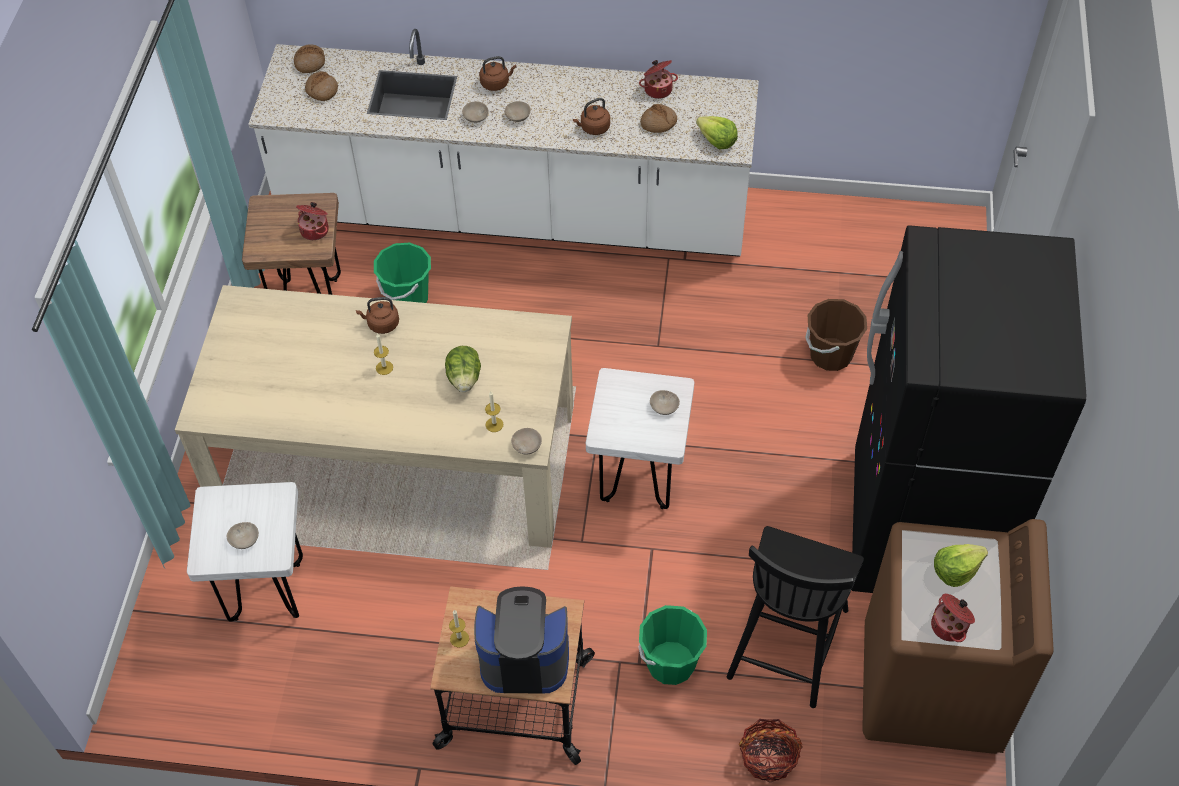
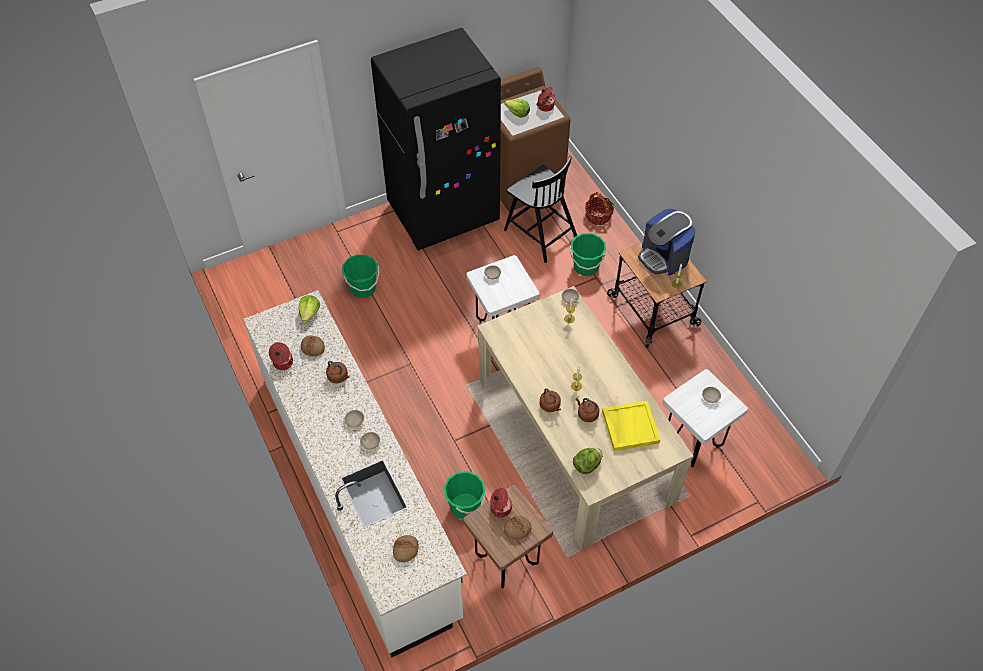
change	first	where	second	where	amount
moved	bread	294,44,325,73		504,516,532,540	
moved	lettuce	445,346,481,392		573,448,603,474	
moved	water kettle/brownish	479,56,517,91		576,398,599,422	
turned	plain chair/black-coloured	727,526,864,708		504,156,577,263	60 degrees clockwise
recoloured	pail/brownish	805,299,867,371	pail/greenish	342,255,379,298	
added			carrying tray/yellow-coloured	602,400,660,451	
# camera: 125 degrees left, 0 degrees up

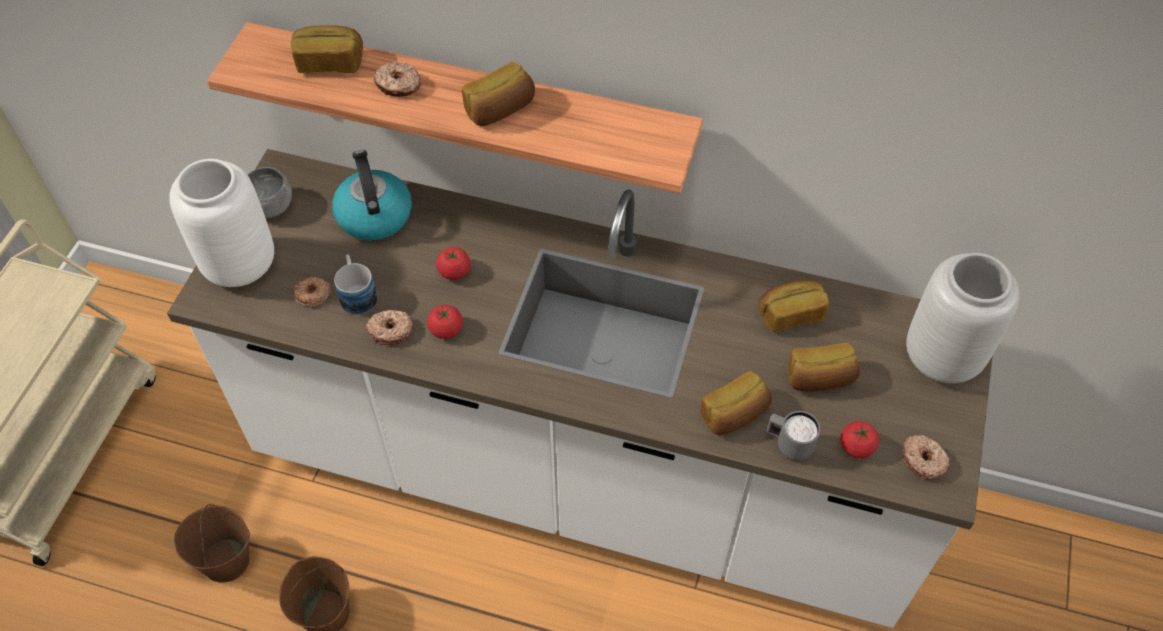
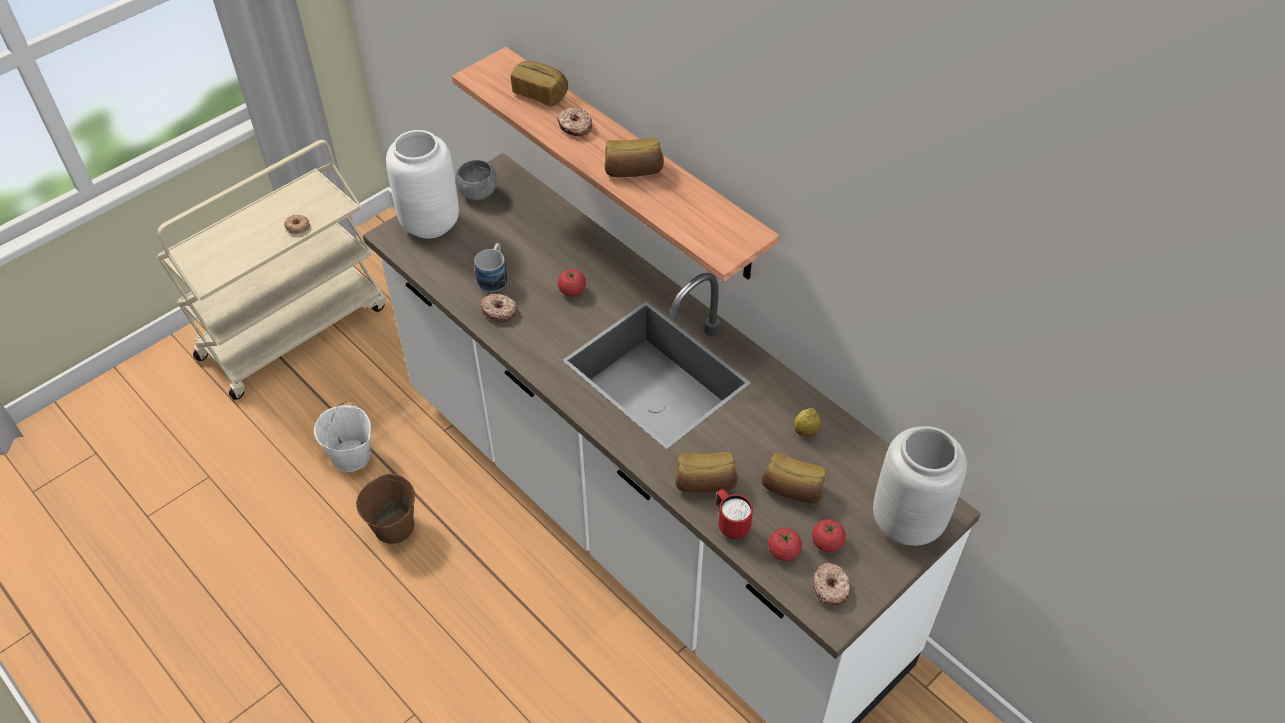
change	first	where	second	where	amount
recoloured	pail/brownish	174,504,250,583	pail/whitish	314,402,371,472	
moved	ring doughnut	293,277,331,307		284,215,310,234	
removed	water kettle	332,150,412,241			
moved	whole tomato	427,305,463,339		812,519,846,552	
replaced	bread	759,280,829,332	citrus fruit	794,408,820,437	
recoloured	tea mug/greyish	767,411,821,460	tea mug/red	716,489,753,539	
# camera: 30 degrees right, 5 degrees down

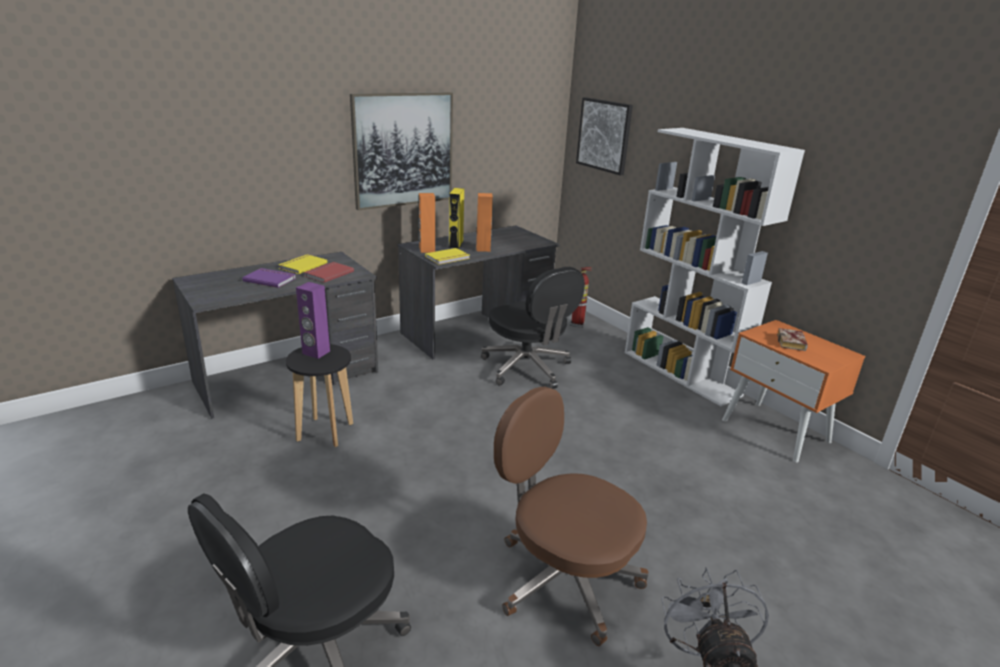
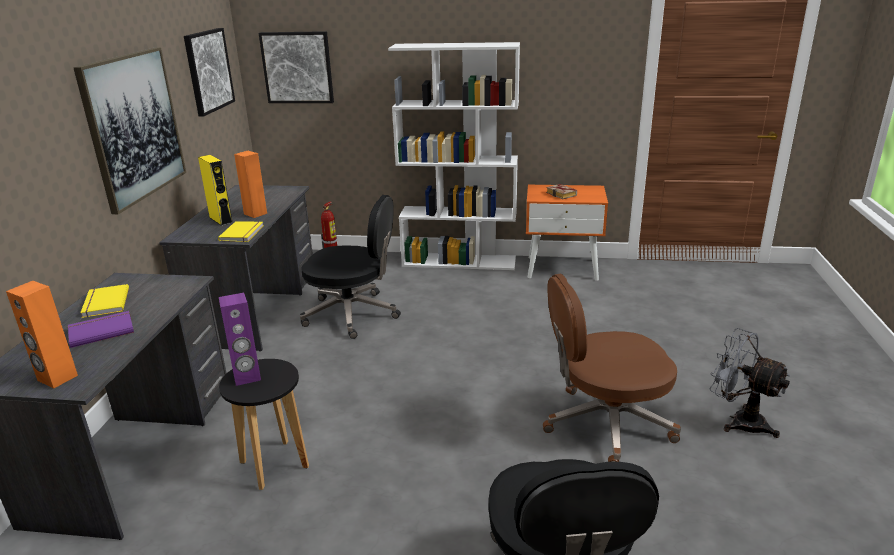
change	first	where	second	where	amount
removed	volume/red	304,262,354,283			
moved	audio speaker/orange-coloured	419,193,435,253		6,281,78,388	
added			wall art	184,28,235,117	
# camera: 45 degrees left, 0 degrees up

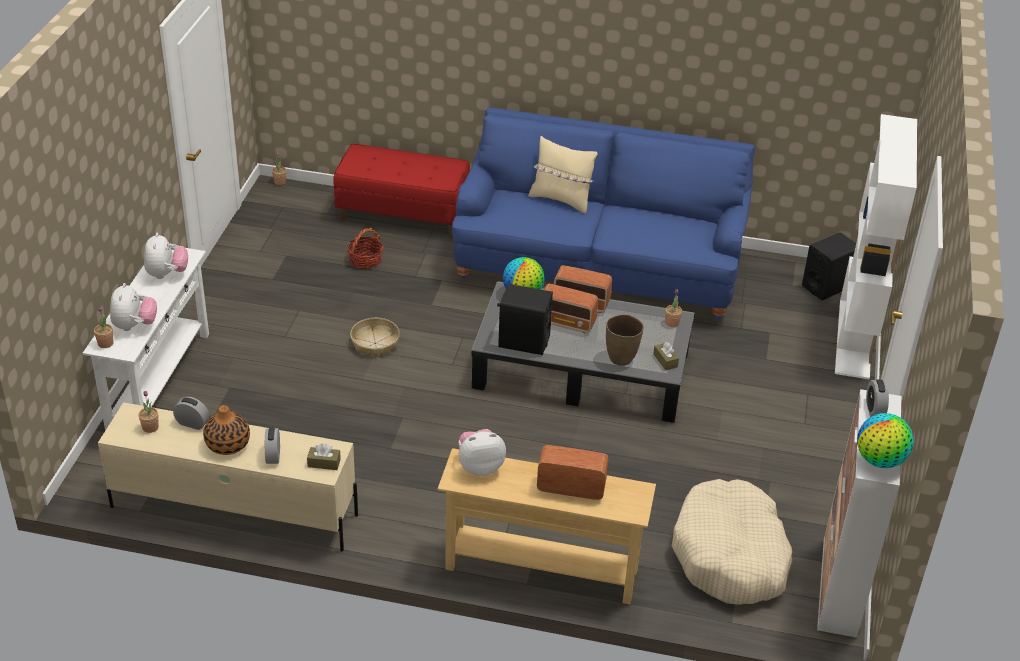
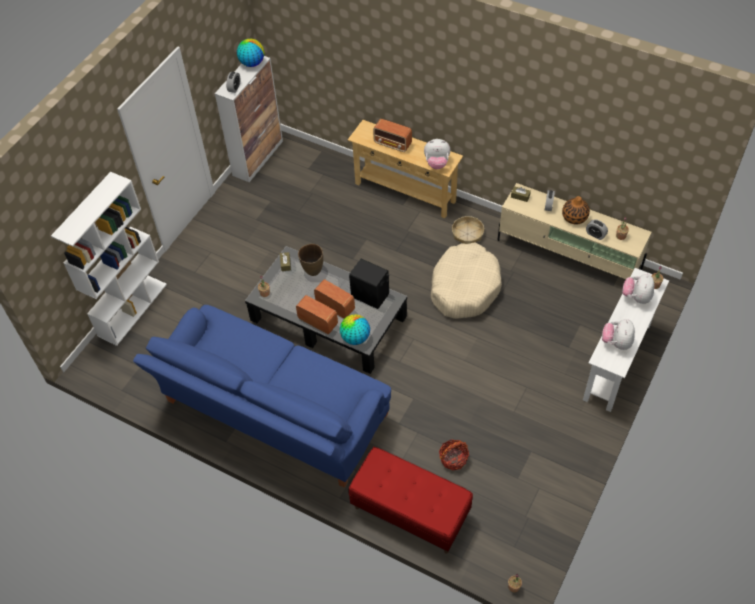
change	first	where	second	where	amount
moved	storage basket	350,318,400,358		452,216,484,244	
removed	throw pillow/beige-coloured	528,136,598,214			
moved	pet bed/beige-coloured	672,479,792,605		431,242,502,319	
removed	audio speaker/black-coloured	802,232,856,300			
# camera: 160 degrees left, 15 degrees up

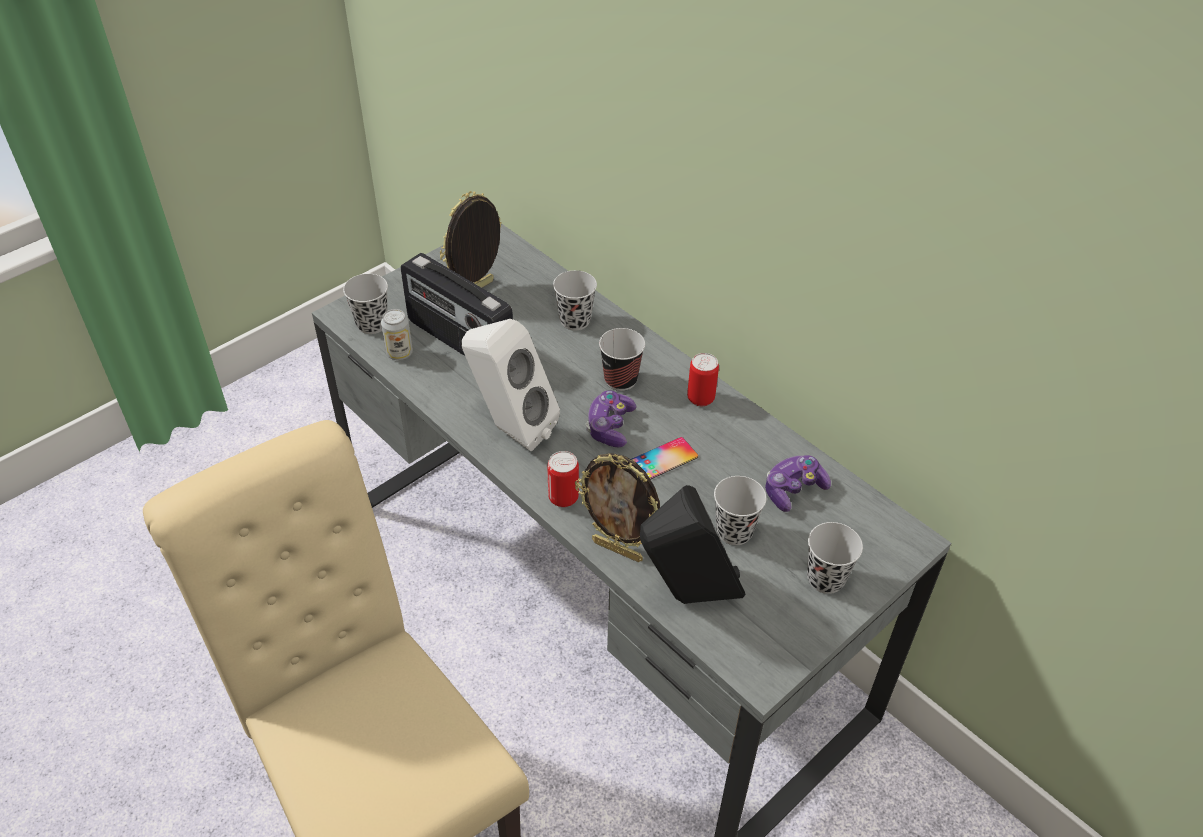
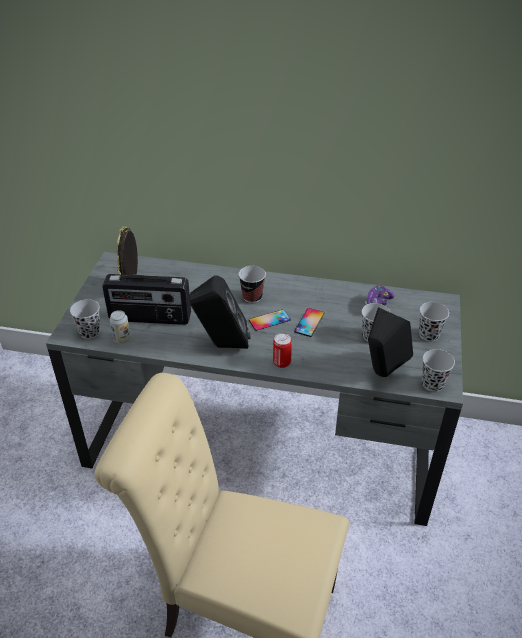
change	first	where	second	where	amount
recoloured	audio speaker/whitish	462,319,560,451	audio speaker/black-coloured	189,275,251,349	
moved	small cup/black-coloured	553,270,597,331		422,349,455,392	
removed	standing frame	575,453,660,562			
replaced	joypad	586,390,637,448	phone	249,309,291,331	
removed	sealed can	687,353,719,406			
# camera: 35 degrees left, 5 degrees down

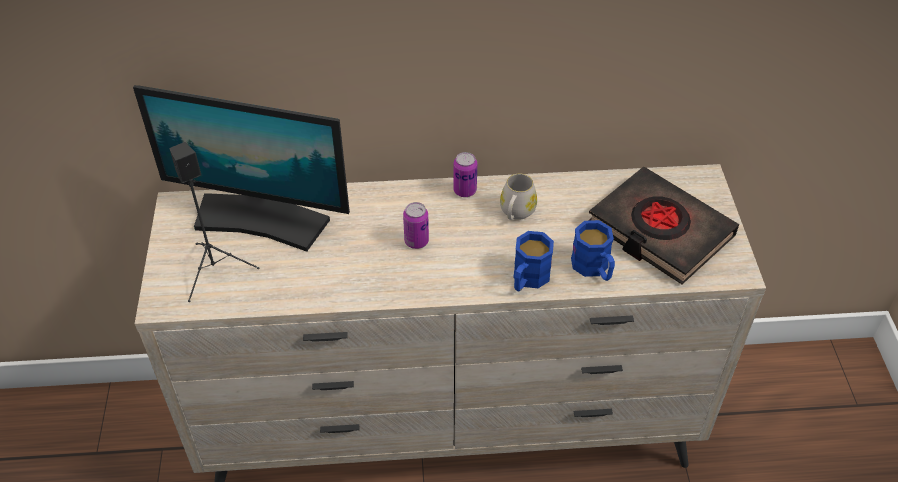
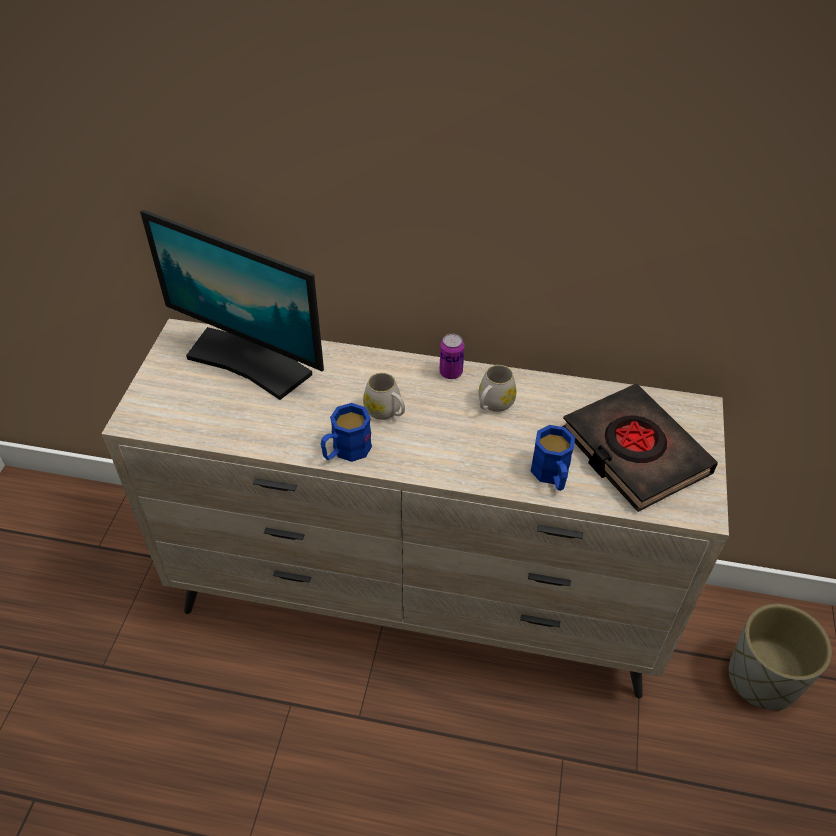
change	first	where	second	where	amount
removed	audio speaker/black-coloured	170,142,259,302			
replaced	sealed can	403,202,429,249	tea mug/whitish	363,373,405,420	
moved	tea mug/bluish	513,231,554,292		321,403,372,462	
added			flower pot/greyish	729,604,832,711	
# camera: 15 degrees right, 0 degrees up

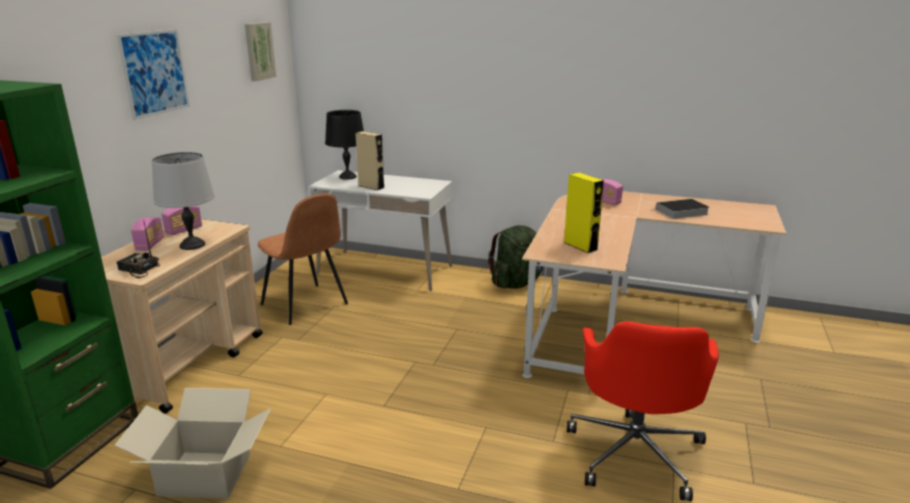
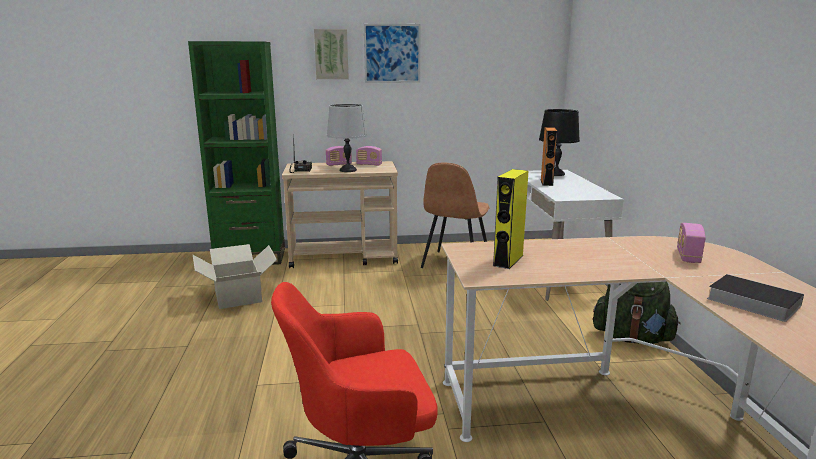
change	first	where	second	where	amount
moved	wall art	245,22,276,81		314,29,349,79	
recoloured	audio speaker/beige-coloured	355,131,384,190	audio speaker/orange-coloured	541,127,557,186	
# camera: 65 degrees right, 5 degrees down

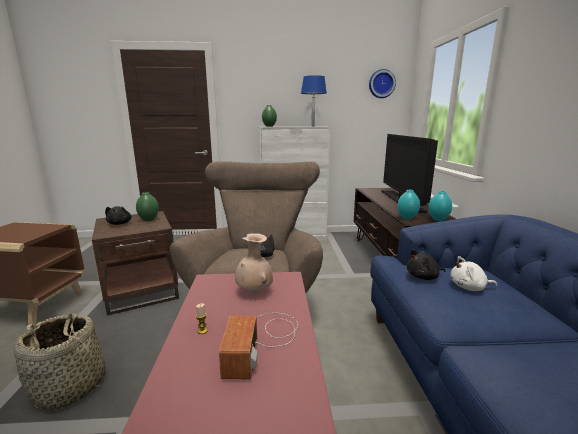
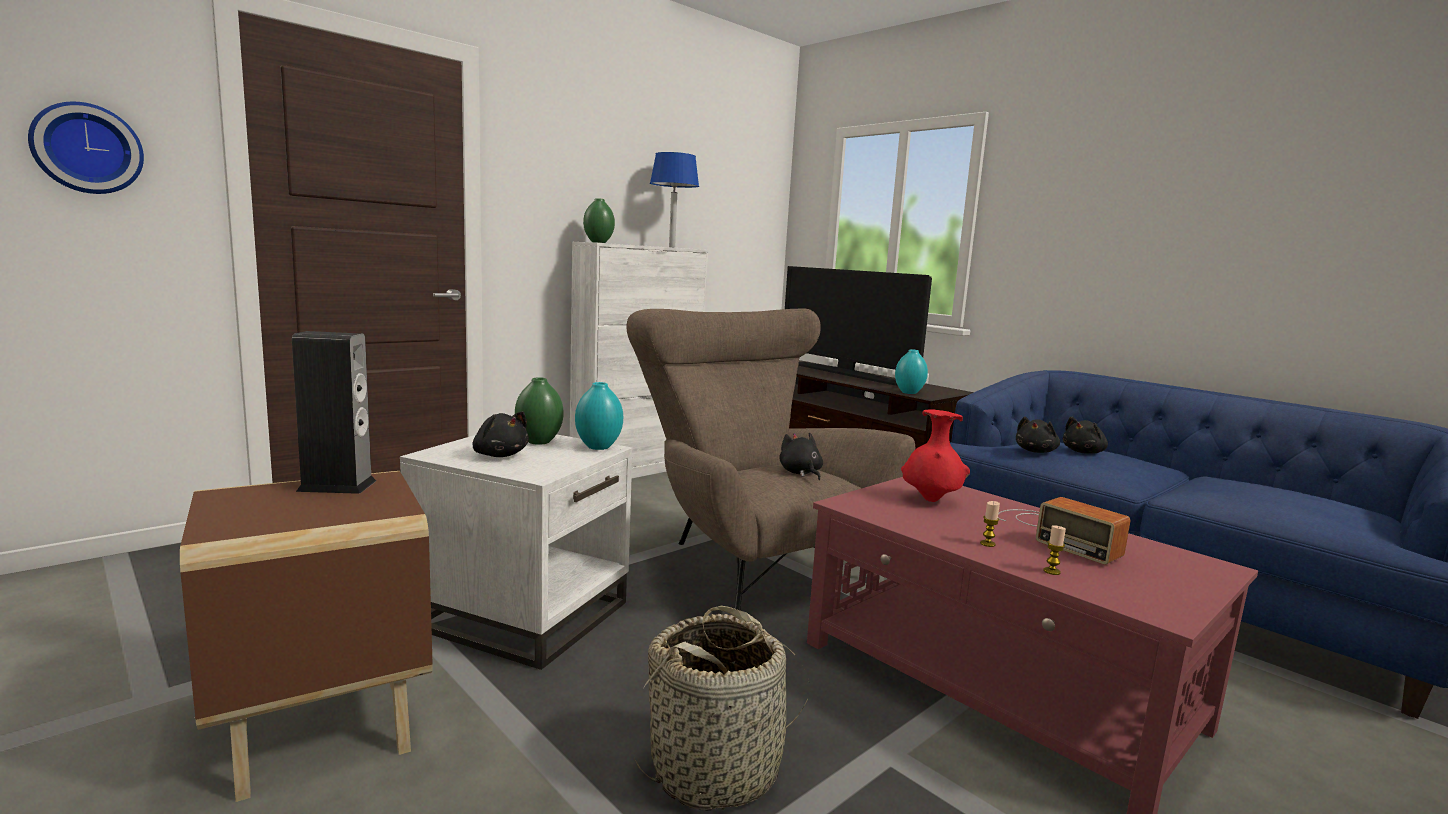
change	first	where	second	where	amount
recoloured	end table/brownish	92,211,179,315	end table/whitish	400,434,632,670	
recoloured	flower vase/beige-coloured	235,233,273,293	flower vase/red	901,409,970,502	
moved	wall clock	369,69,396,98		28,102,144,194	
moved	flower vase/turquoise	428,191,452,221		575,382,623,450	
recoloured	soft toy/whitish	450,256,498,291	soft toy/black-coloured	1062,417,1108,454	
added			audio speaker	292,331,376,494	
added			candle	1043,525,1066,575	
# camera: 40 degrees left, 5 degrees down

